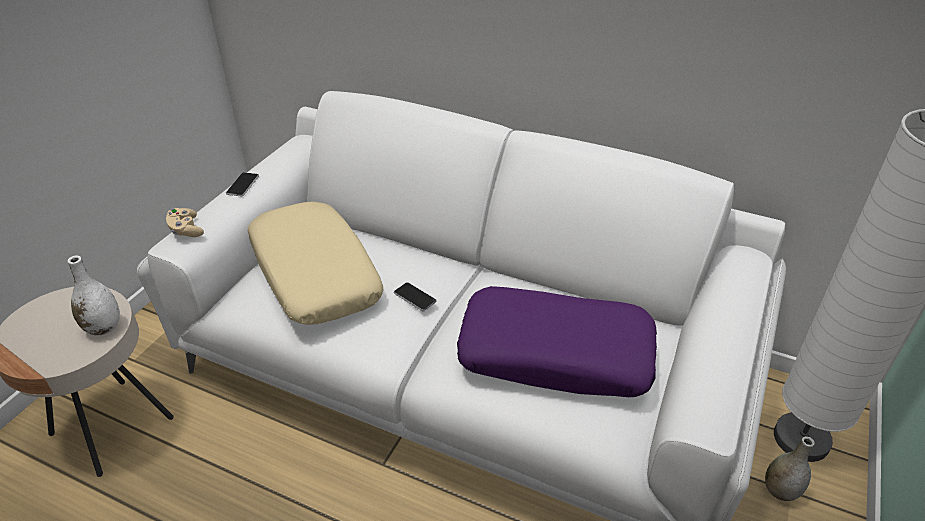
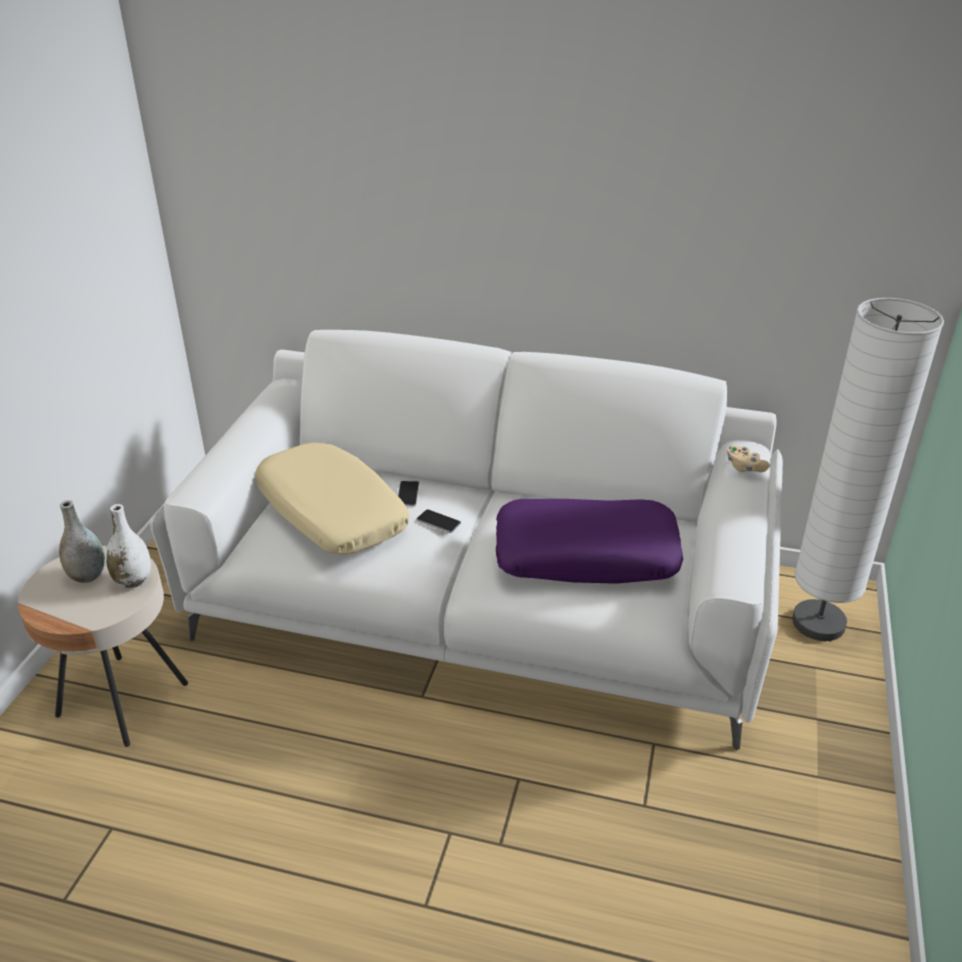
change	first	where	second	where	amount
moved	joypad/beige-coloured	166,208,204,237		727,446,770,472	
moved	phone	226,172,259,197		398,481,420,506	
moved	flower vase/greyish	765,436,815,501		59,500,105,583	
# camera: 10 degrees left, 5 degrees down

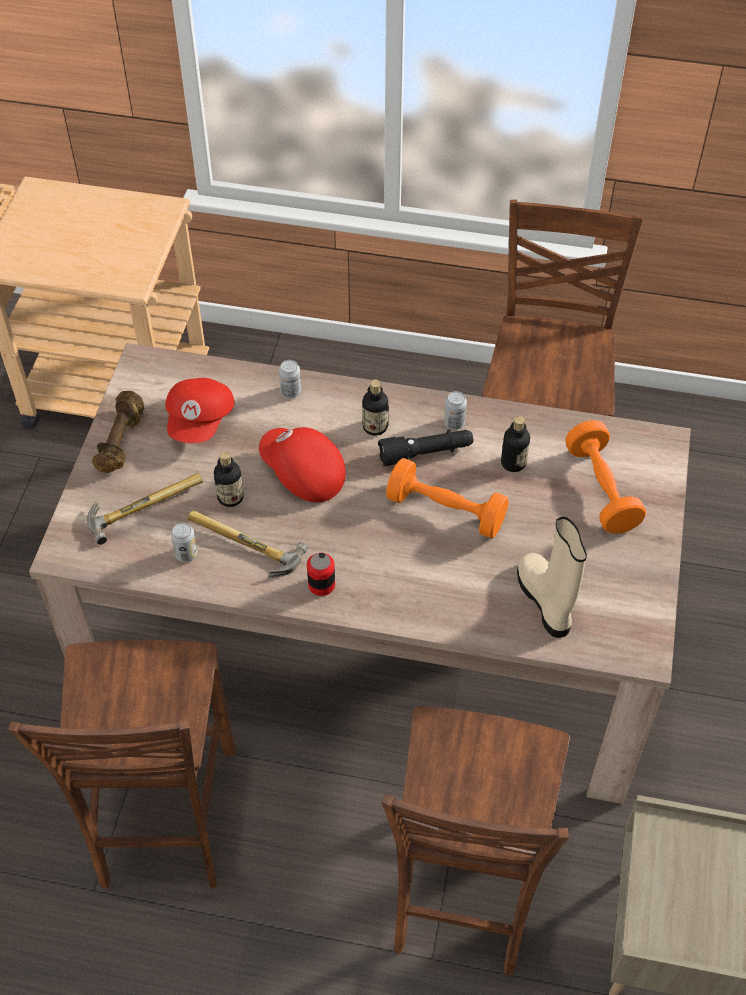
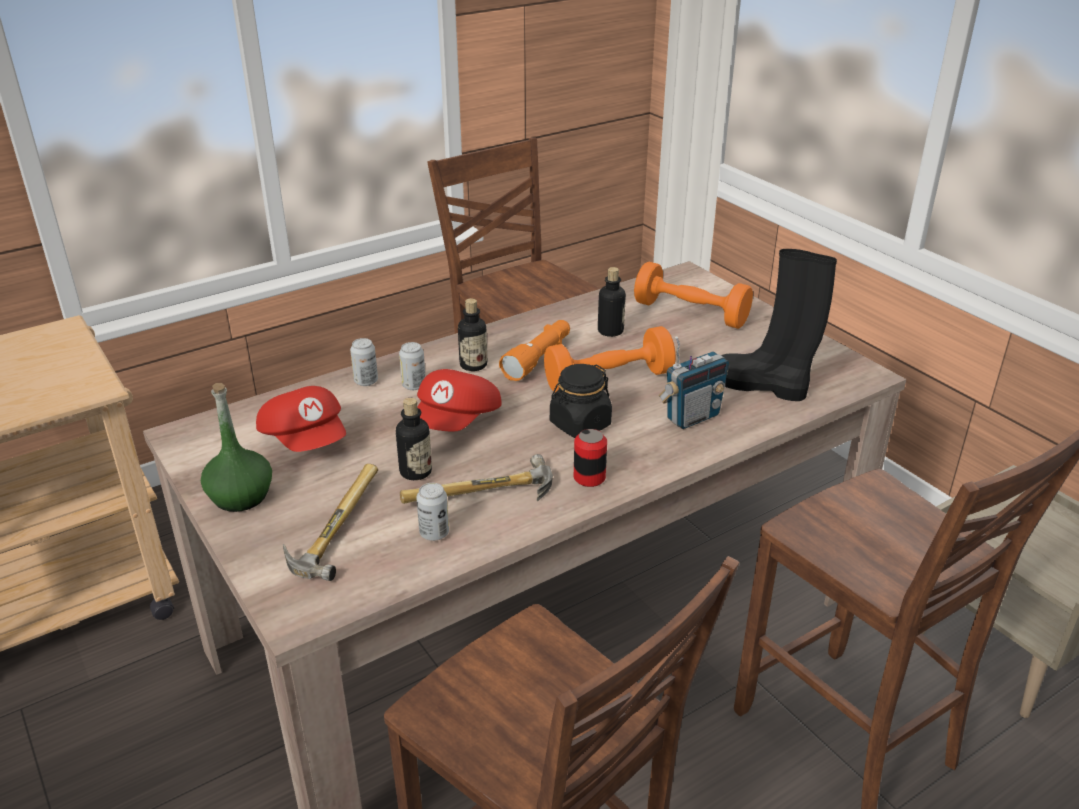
change	first	where	second	where	amount
replaced	free weight/brownish	92,391,145,473	beverage bottle/greenish	201,383,272,512	
turned	baseball cap/red	259,427,346,502		417,369,502,432	60 degrees counterclockwise
recoloured	flashlight/black-coloured	378,429,473,466	flashlight/orange-coloured	499,320,570,381	
moved	sealed can	444,391,467,430		399,342,426,390	
recoloured	high-top boot/beige-coloured	517,517,587,638	high-top boot/black-coloured	721,249,837,401	
added			storage jar/black-coloured	550,364,612,438	
added			radio	659,336,729,429	
# camera: 45 degrees left, 20 degrees down

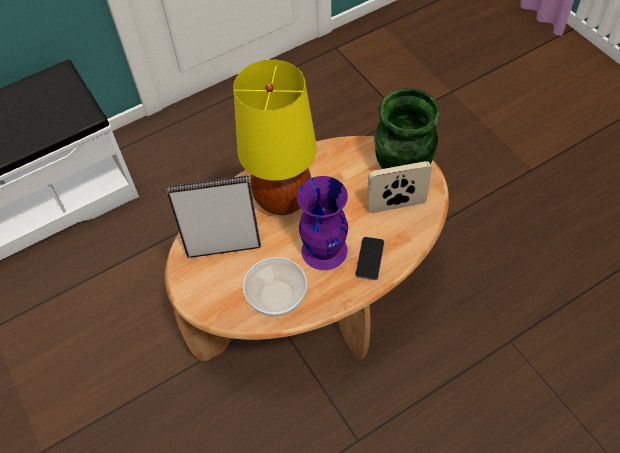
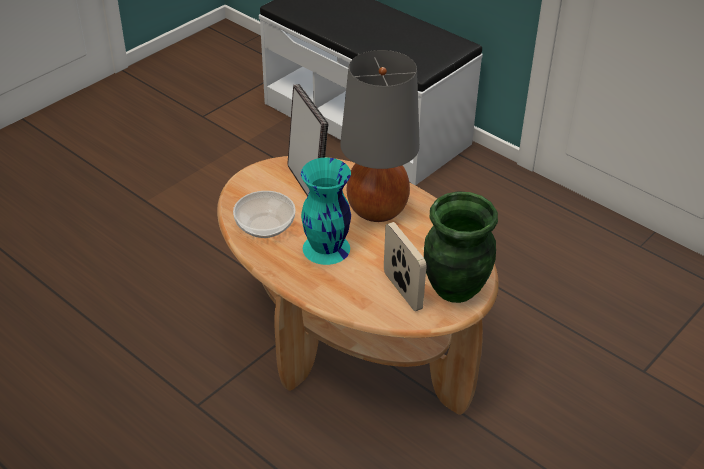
change	first	where	second	where	amount
recoloured	lamp for a table/yellow-coloured	233,59,317,215	lamp for a table/greyish	340,50,420,222	
recoloured	flower vase/purplish	297,176,348,270	flower vase/turquoise	301,157,351,265	
removed	phone	355,237,384,280			
# camera: 70 degrees right, 15 degrees down

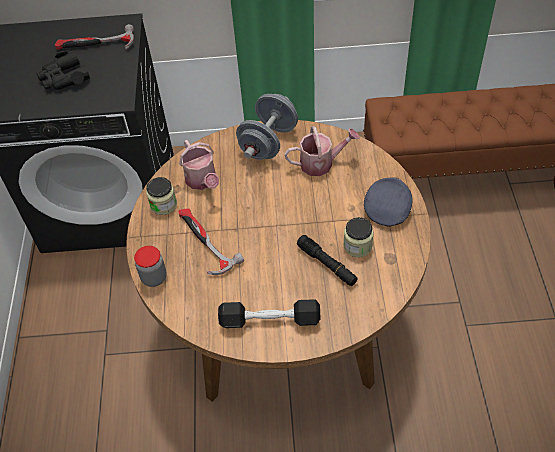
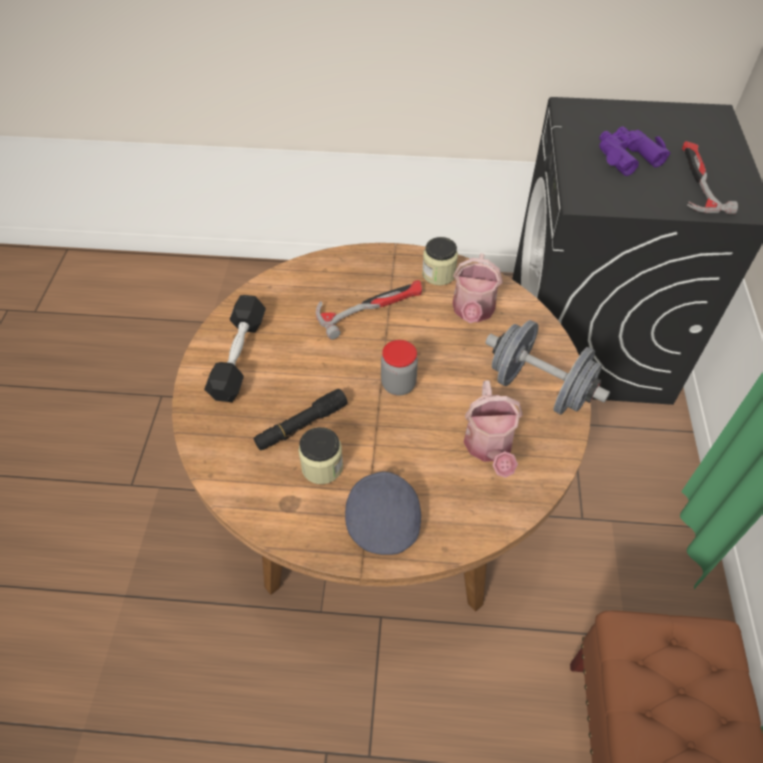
change	first	where	second	where	amount
recoloured	binoculars/black-coloured	36,50,90,90	binoculars/purplish	599,126,671,176	
moved	storage jar	134,246,167,287		381,340,418,396	
turned	watering pot	179,140,219,190		452,253,503,323	60 degrees counterclockwise
turned	baseball cap/greyish	364,178,413,227		345,471,421,555	120 degrees counterclockwise
# camera: 95 degrees right, 0 degrees up

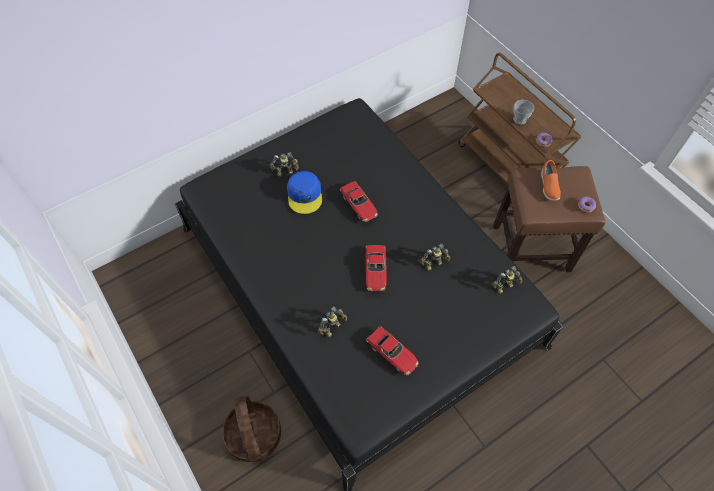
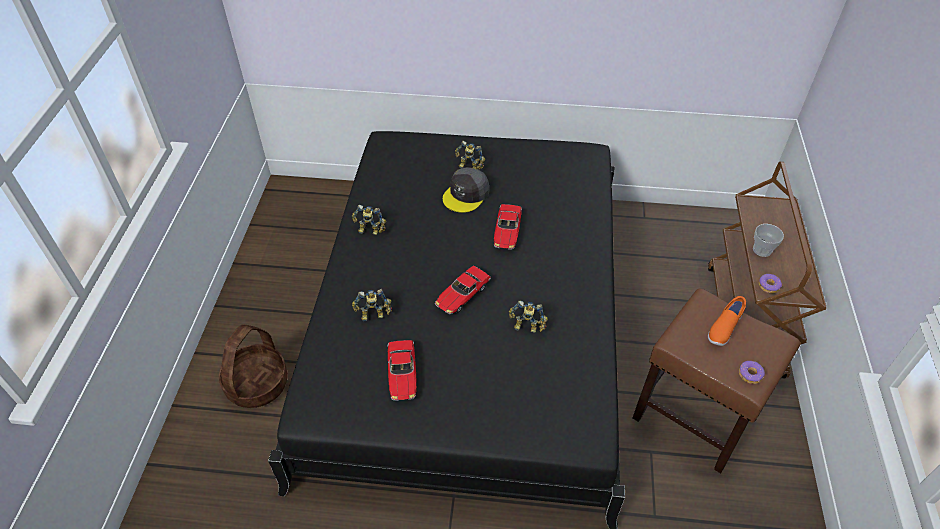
change	first	where	second	where	amount
recoloured	baseball cap/bluish	287,171,322,214	baseball cap/greyish	443,167,490,213	
moved	model robot	492,266,522,294		352,205,386,235	
# camera: 40 degrees right, 10 degrees down

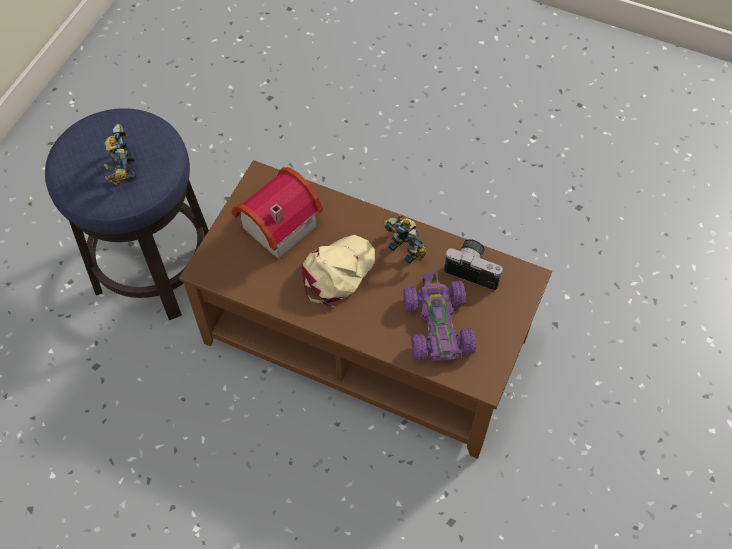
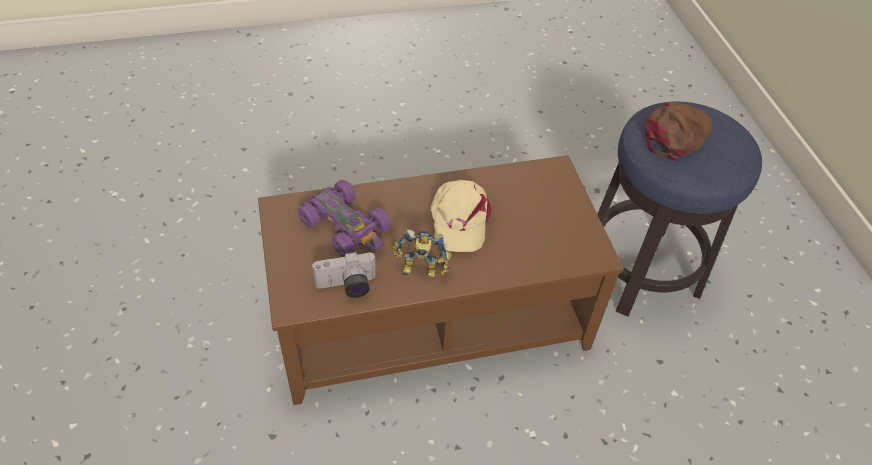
change	first	where	second	where	amount
replaced	model robot	104,124,136,185	baseball cap/brownish	645,102,712,161	
removed	toy house	232,167,323,259			
# camera: 140 degrees right, 10 degrees down

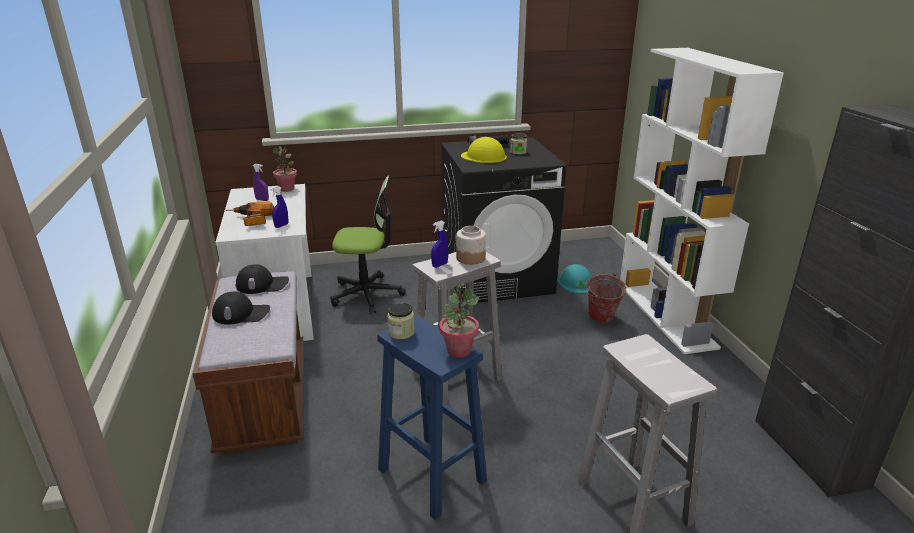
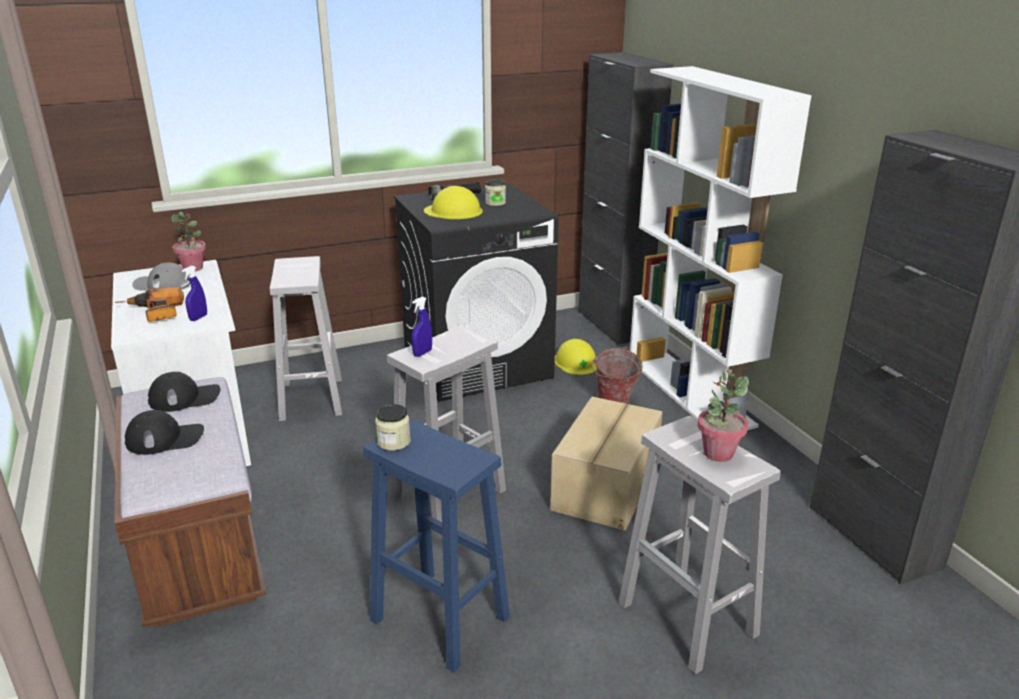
change	first	where	second	where	amount
replaced	sprayer/purplish	252,164,269,201	baseball cap/greyish	132,262,190,291	
replaced	office chair	330,175,406,314	stool/whitish	270,256,342,421	
moved	houseplant	439,283,479,358		698,370,749,462	
removed	storage jar	456,226,486,265			
recoloured	hard hat/turquoise	558,264,592,293	hard hat/yellow-coloured	555,339,597,375	
added			cardboard box	550,397,662,531	
added			cabinet/black-coloured	579,52,673,345	
# camera: 10 degrees left, 0 degrees up

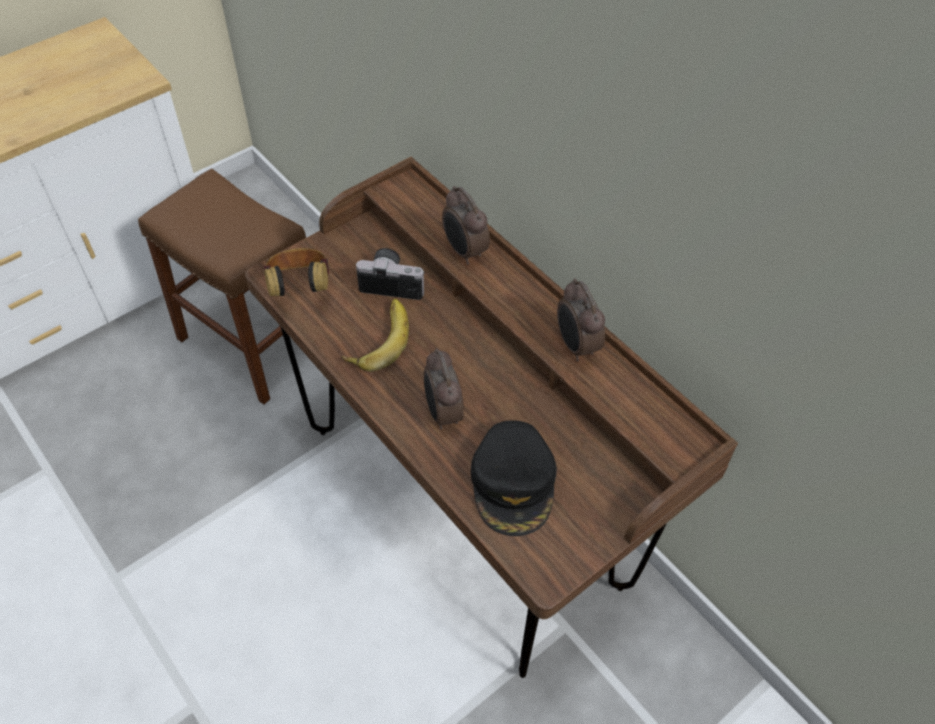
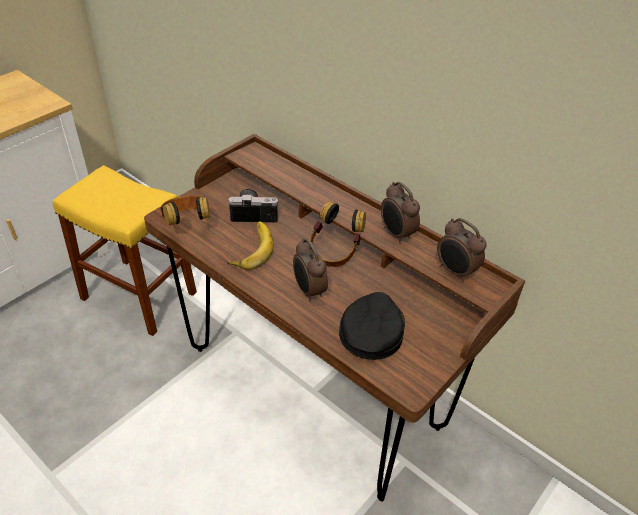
change	first	where	second	where	amount
recoloured	stool/brownish	138,169,306,404	stool/yellow-coloured	53,165,197,336	
moved	table clock	442,186,490,265		437,218,486,282	
turned	baseball cap/black-coloured	471,420,557,536		339,292,405,360	150 degrees counterclockwise
added			headset	310,201,366,267	
# camera: 10 degrees left, 10 degrees down

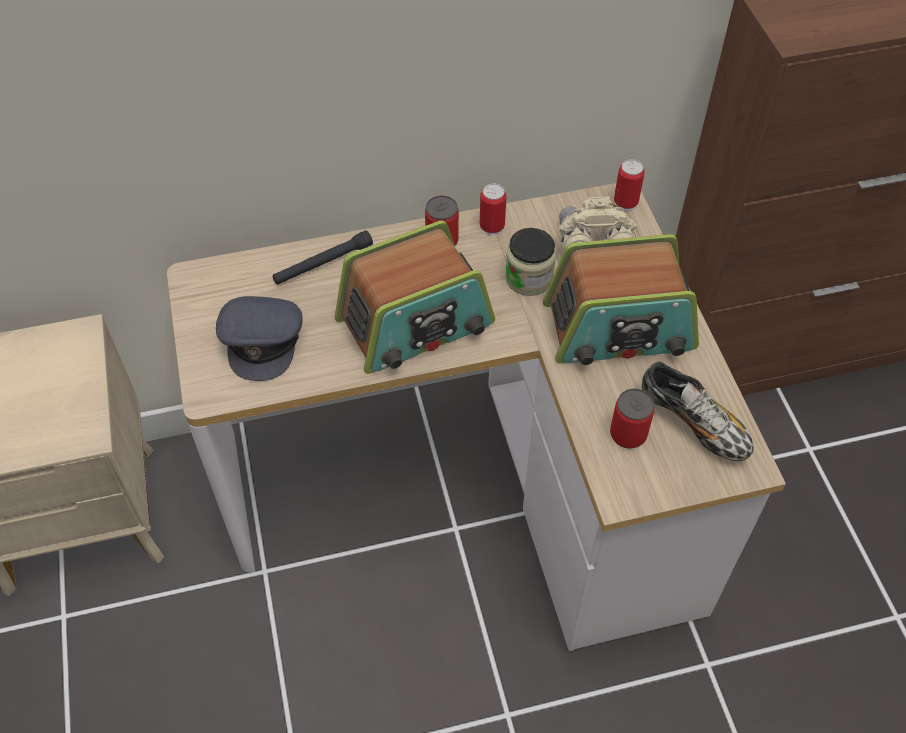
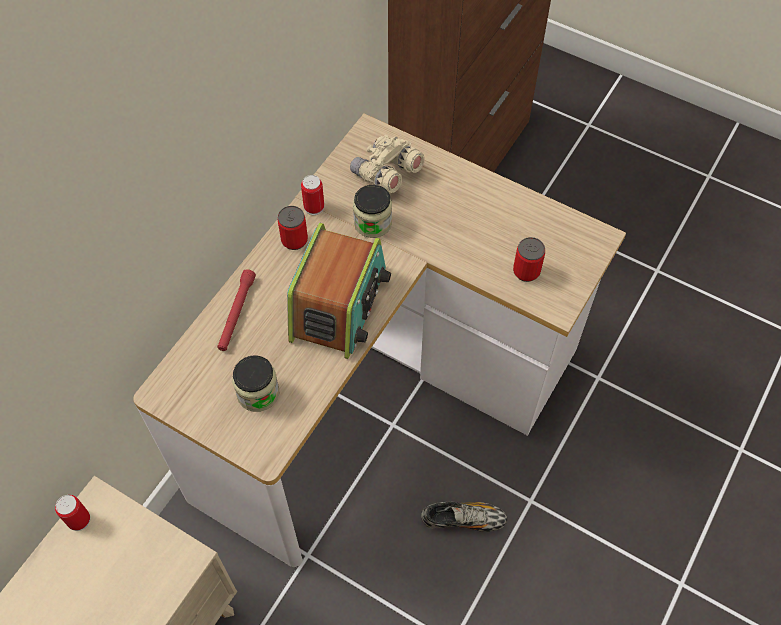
change	first	where	second	where	amount
replaced	baseball cap/greyish	216,296,303,381	storage jar	232,355,279,412	
recoloured	flashlight/black-coloured	273,230,373,284	flashlight/red	217,269,256,351	
removed	radio	543,234,699,365			
moved	sealed can	614,159,645,211		55,495,90,531	
moved	item of footwear	642,361,754,461		421,501,507,532	
# camera: 45 degrees left, 5 degrees up

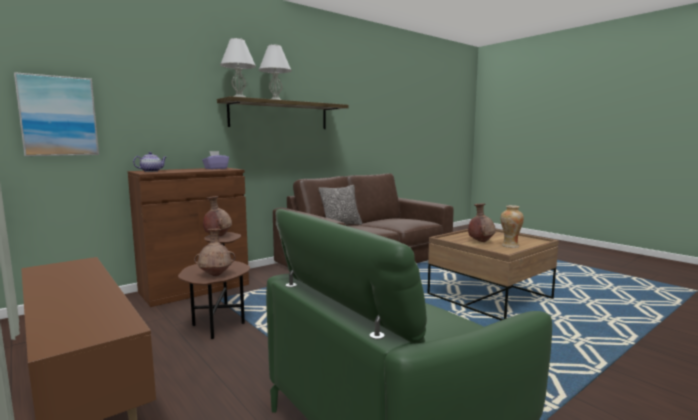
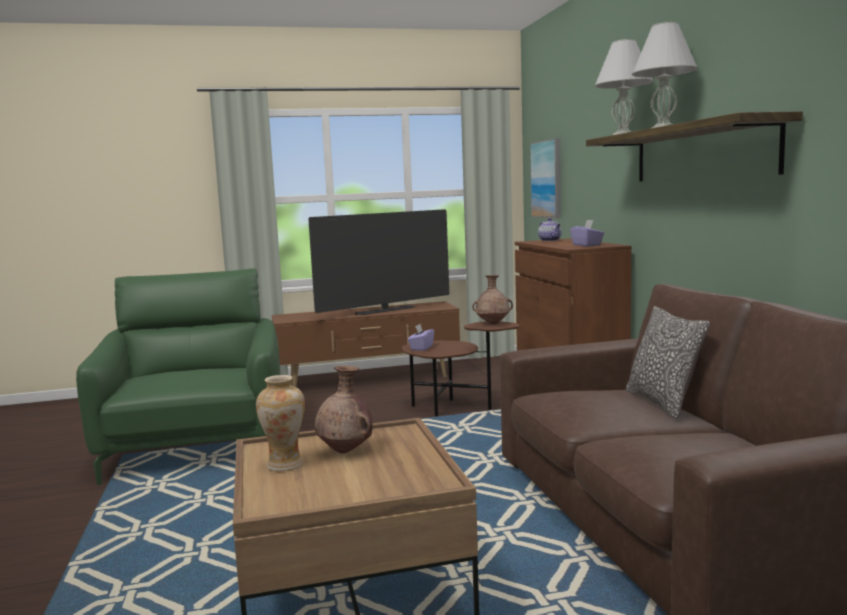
change	first	where	second	where	amount
replaced	flower vase/brownish	194,229,235,276	tissue holder/purplish	408,324,434,351	
added			TV set	308,209,449,315	
# camera: 115 degrees right, 0 degrees up

